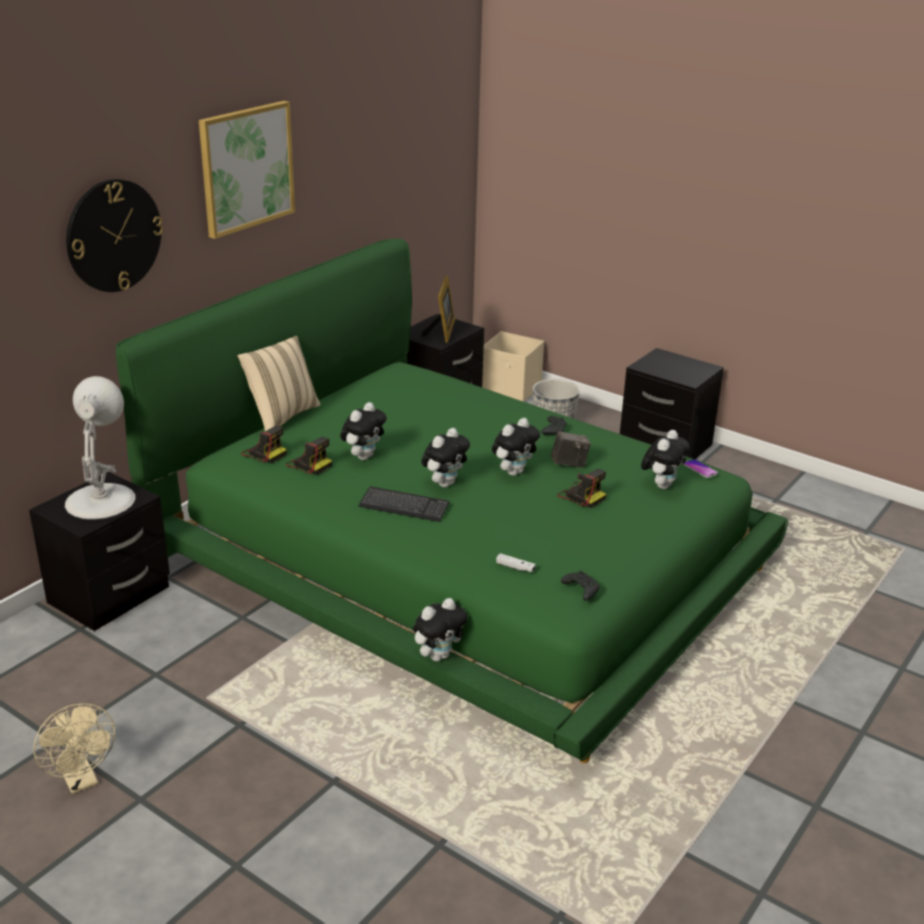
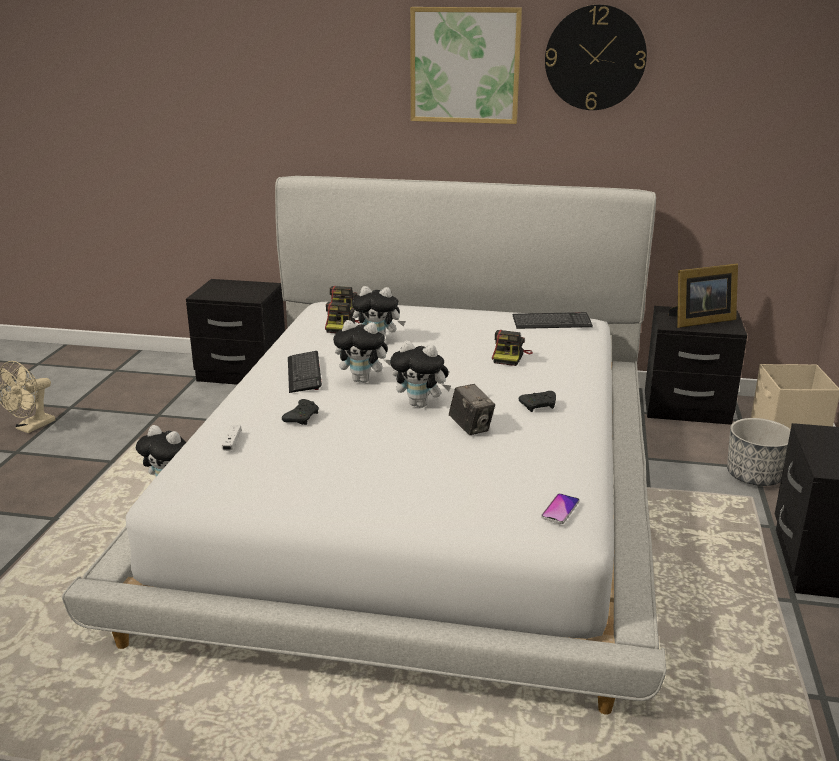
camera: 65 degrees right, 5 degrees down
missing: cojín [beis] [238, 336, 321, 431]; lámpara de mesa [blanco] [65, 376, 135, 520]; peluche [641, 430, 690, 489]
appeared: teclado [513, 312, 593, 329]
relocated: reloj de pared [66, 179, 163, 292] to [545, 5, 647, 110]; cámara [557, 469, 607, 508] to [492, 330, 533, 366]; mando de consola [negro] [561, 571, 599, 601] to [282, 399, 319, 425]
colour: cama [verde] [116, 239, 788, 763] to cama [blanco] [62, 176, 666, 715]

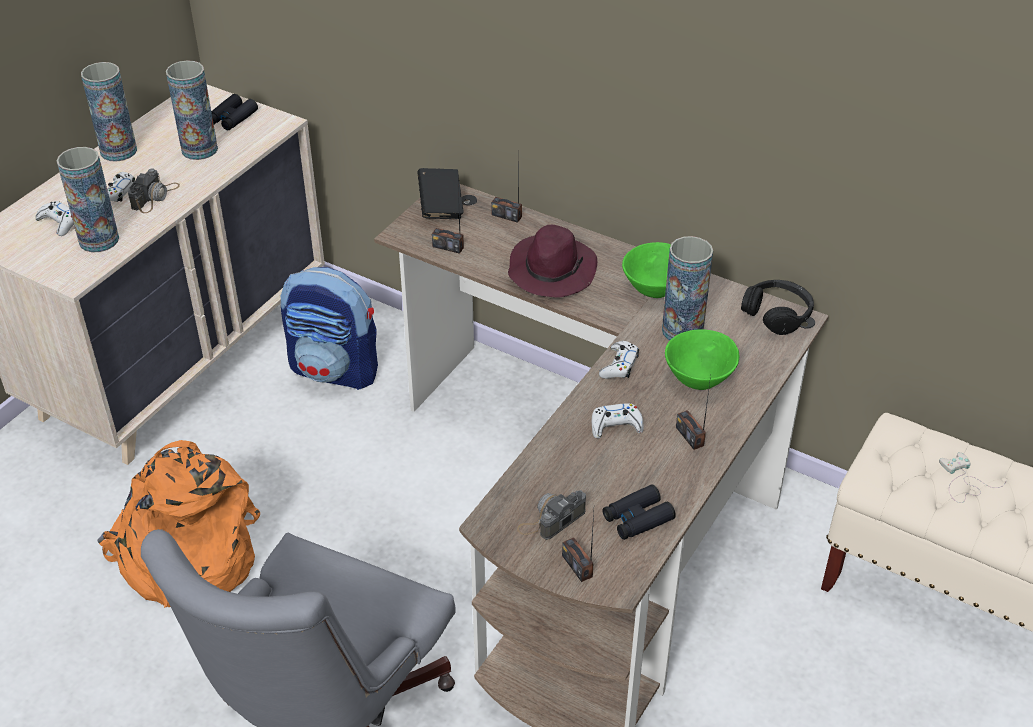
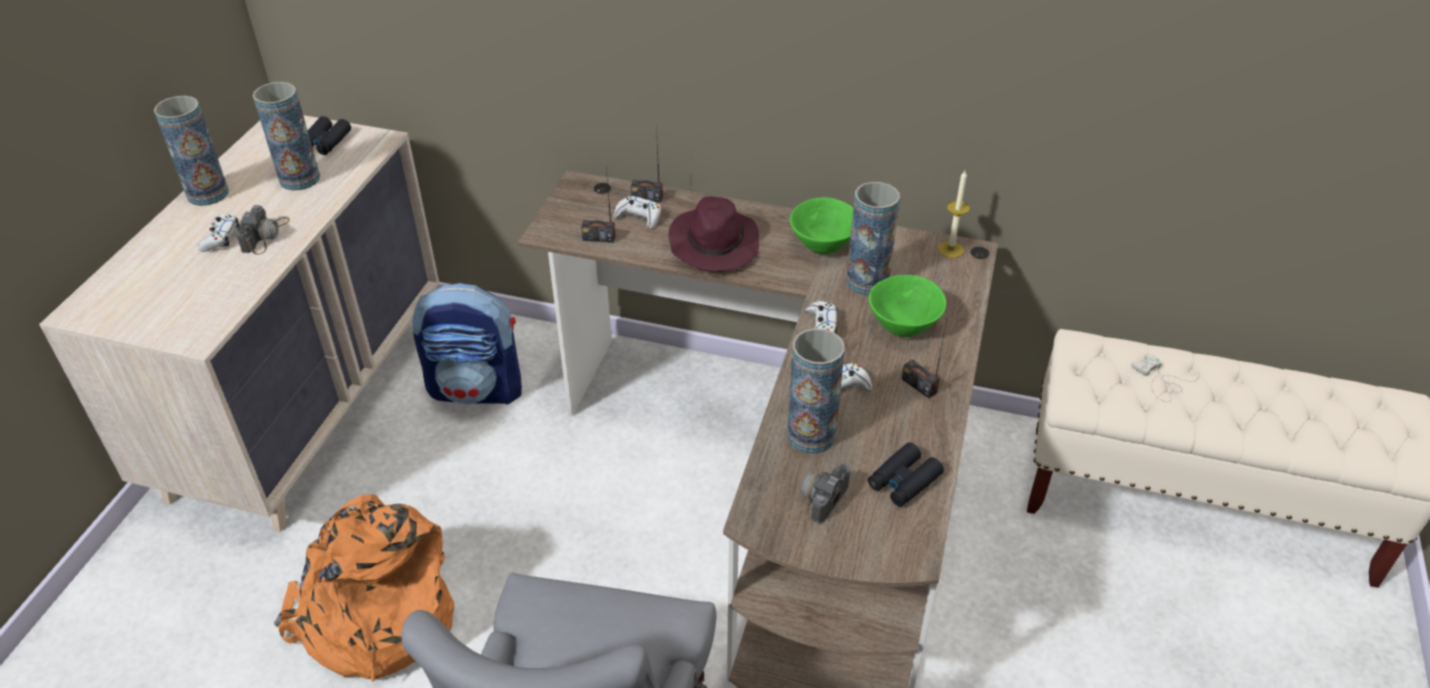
camera: 15 degrees left, 0 degrees up
missing: libro [negro] [417, 168, 464, 219]; radio [562, 513, 594, 582]
relocated: florero [57, 147, 119, 252] to [787, 328, 845, 454]; mando de consola [blanco] [35, 201, 74, 236] to [614, 196, 661, 229]
exchanged: auriculares [negro] [741, 280, 814, 335] to vela [938, 171, 970, 258]

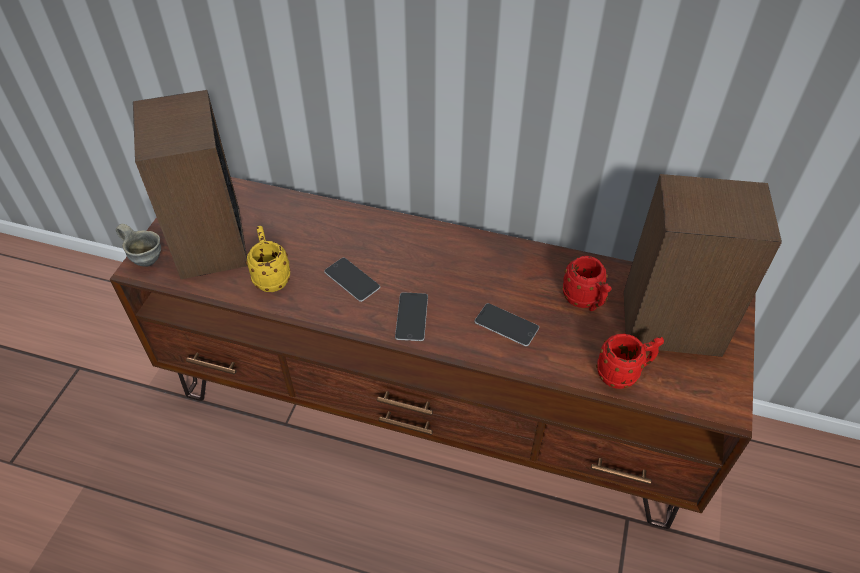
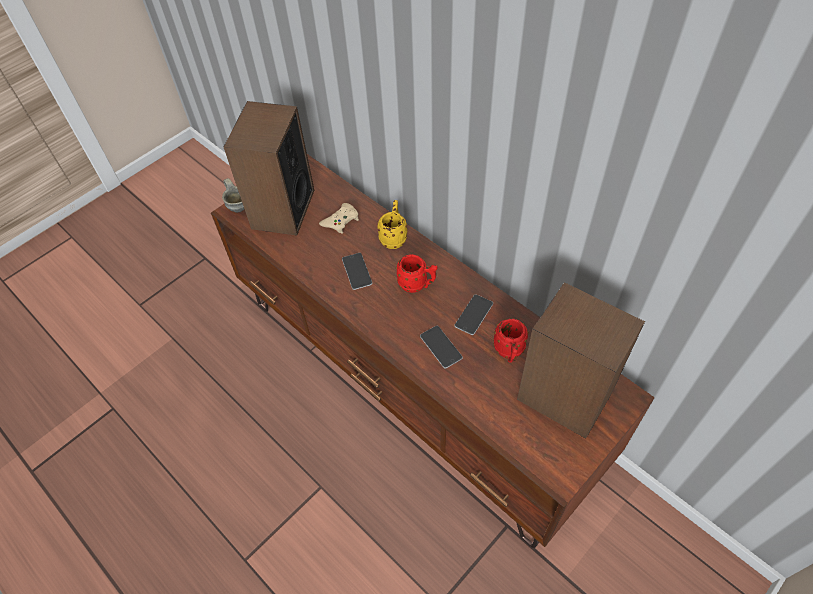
camera: 30 degrees right, 5 degrees up
appeared: mando de consola [beis] [319, 203, 359, 234]
relocated: taza grande [amarillo] [246, 226, 290, 292] to [377, 200, 407, 249]; móvil [395, 292, 428, 341] to [454, 294, 493, 335]; taza grande [rojo] [596, 334, 664, 389] to [396, 254, 438, 293]

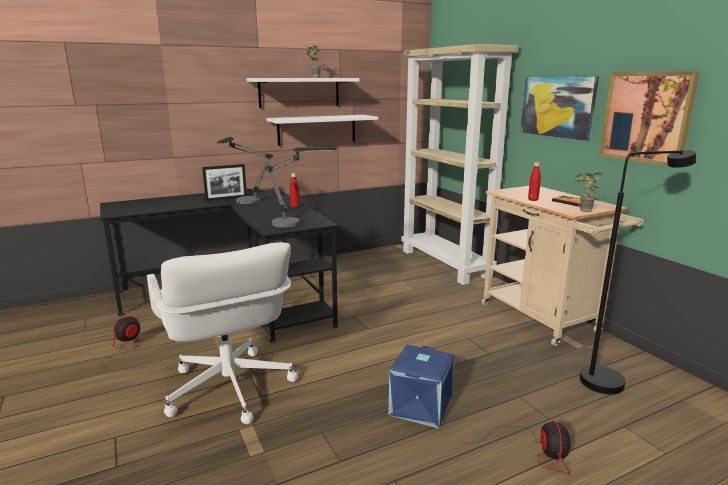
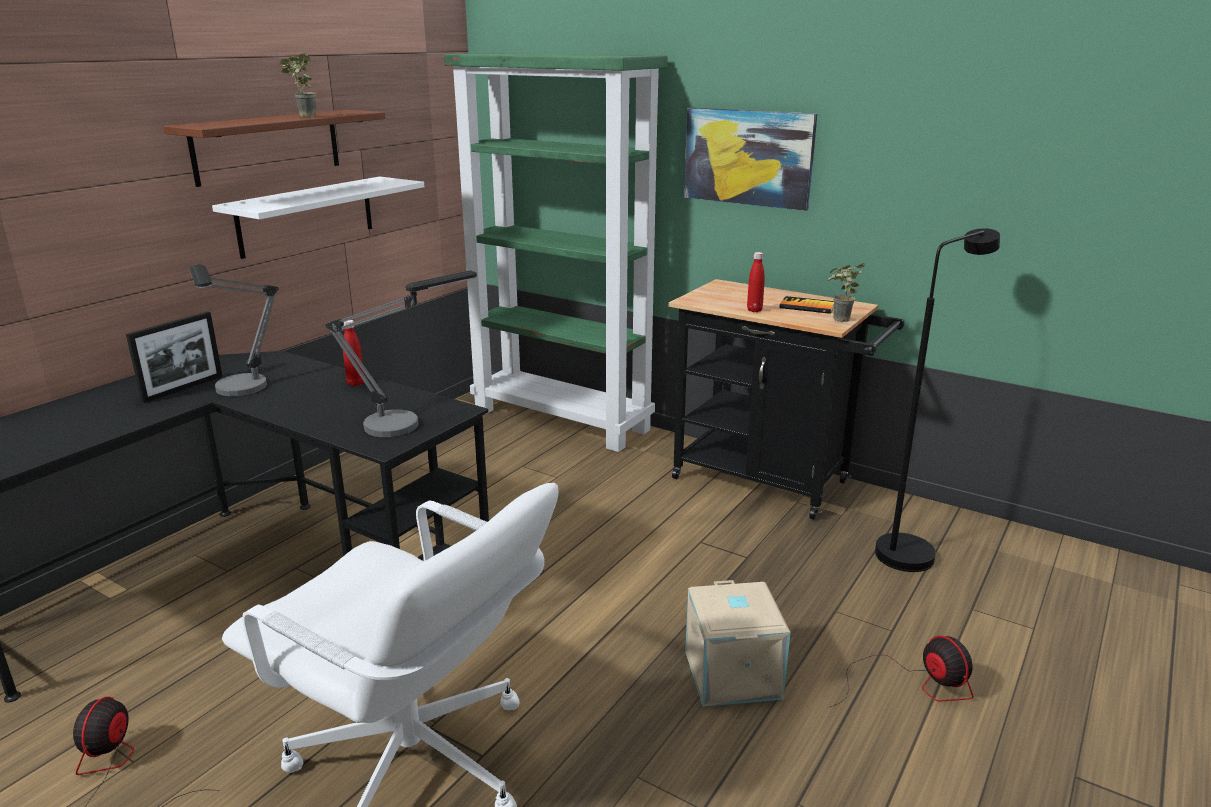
camera: 30 degrees left, 5 degrees up
missing: cuadro [599, 71, 700, 166]
colour: estantería [beis] [401, 44, 519, 285] to estantería [verde] [444, 53, 668, 452]; estante [blanco] [247, 78, 359, 108] to estante [marrón] [163, 110, 385, 187]; carrito [beis] [481, 186, 643, 346] to carrito [negro] [668, 279, 904, 520]; caja de almacenaje [azul] [389, 344, 455, 429] to caja de almacenaje [beis] [685, 580, 790, 707]

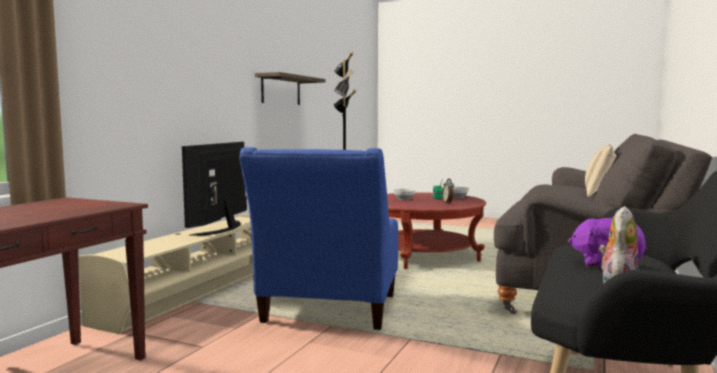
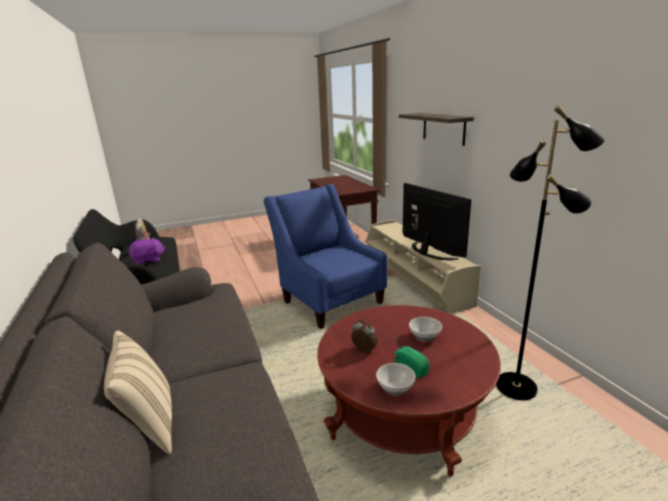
camera: 135 degrees right, 15 degrees up
relocated: estante [255, 72, 326, 105] to [399, 113, 474, 146]

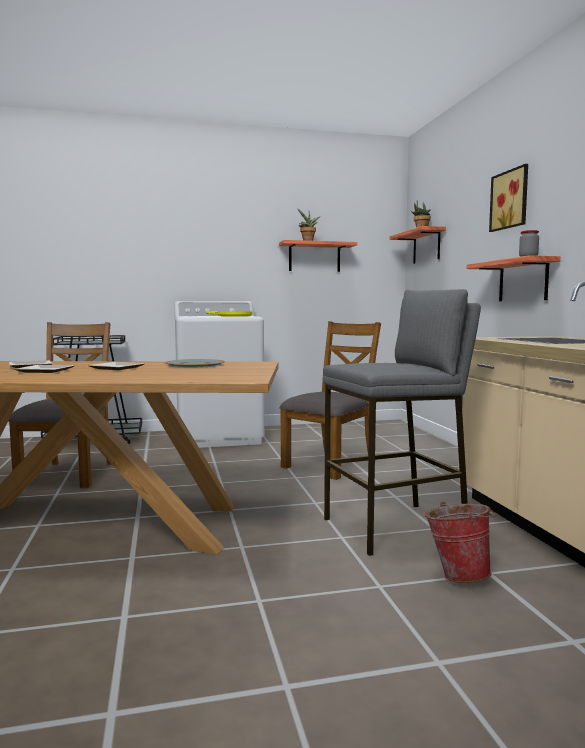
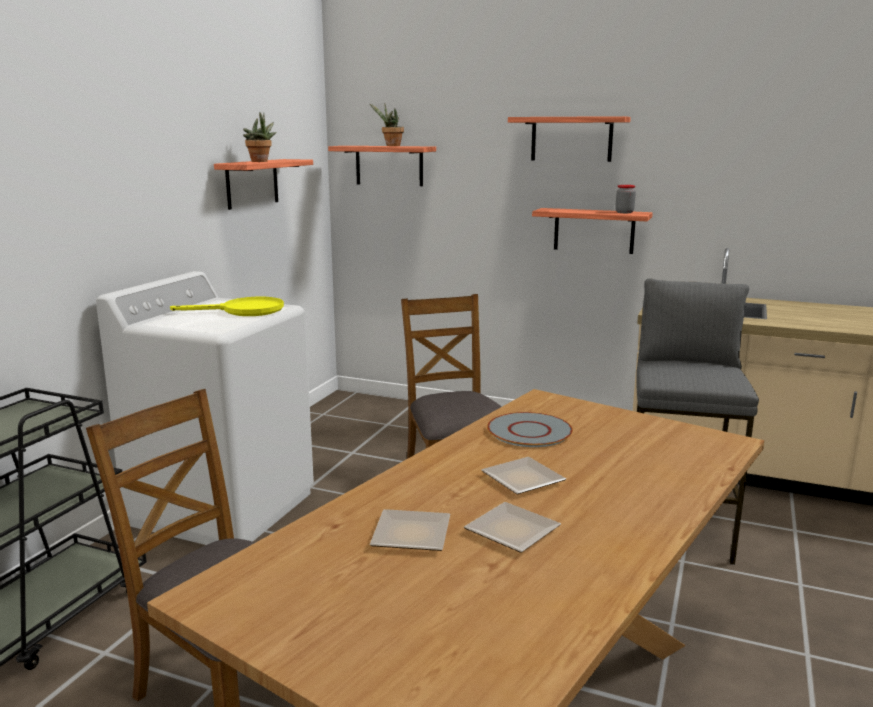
camera: 55 degrees left, 10 degrees up
missing: cubo [425, 502, 496, 583]
exchanged: cuadro [489, 164, 528, 232] to estante [508, 116, 631, 162]

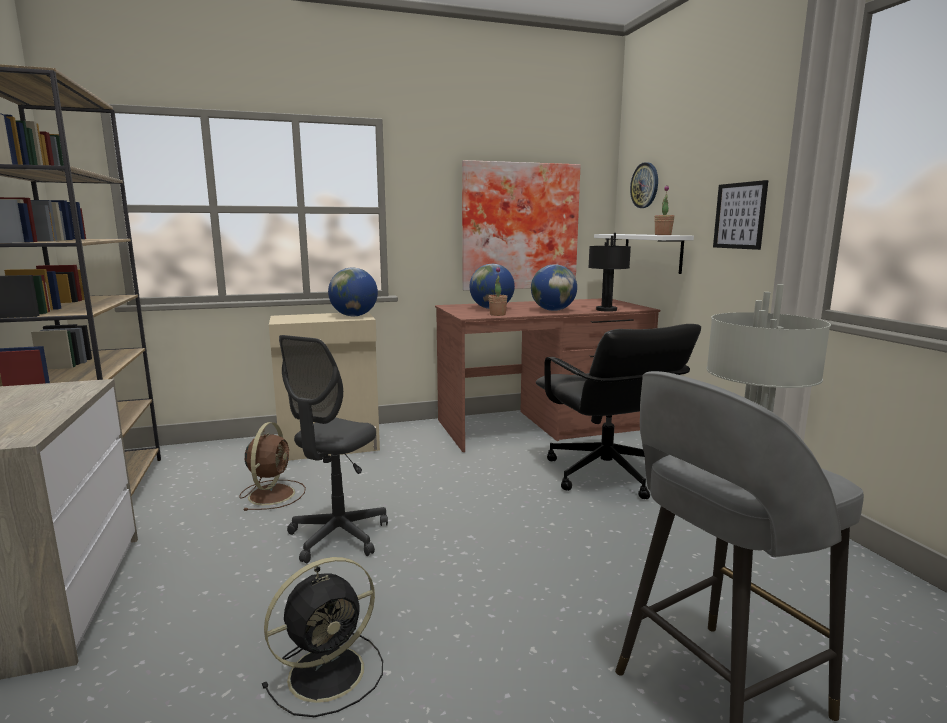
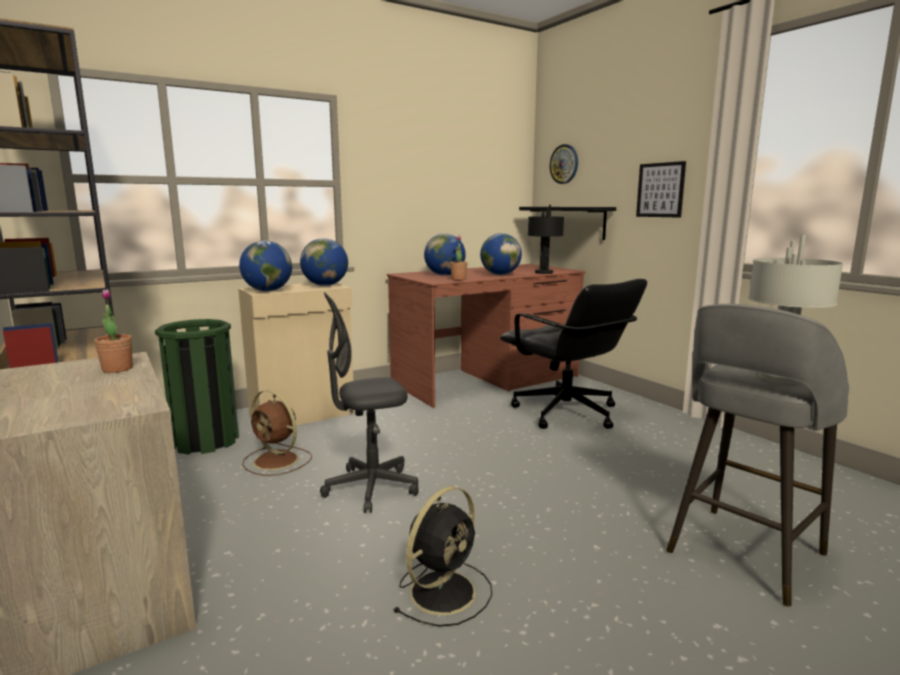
camera: 15 degrees left, 0 degrees up
missing: cuadro [462, 160, 580, 291]
appeared: globo terráqueo [239, 241, 292, 291]; papelera [verde] [155, 319, 239, 455]
relocated: planta en maceta [655, 185, 674, 235] to [95, 289, 133, 373]
colour: estante [blanco] [594, 234, 694, 274] to estante [negro] [519, 207, 616, 240]
spun: silla de oficina [gris] [279, 335, 388, 563] = [320, 292, 419, 513] 60 degrees clockwise; ventilador [marrón] [240, 422, 306, 511] = [242, 390, 312, 476] 135 degrees clockwise

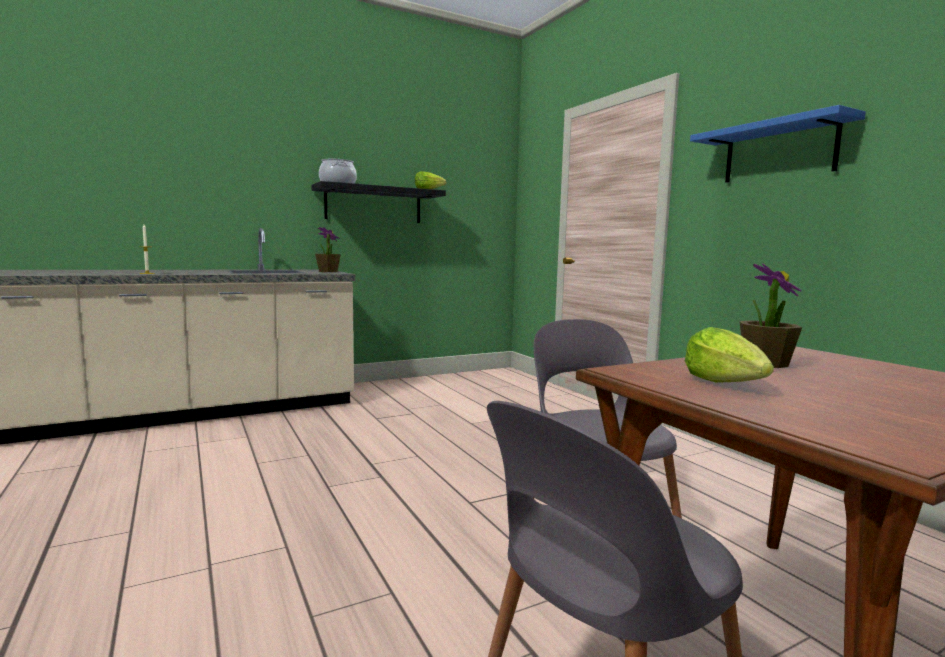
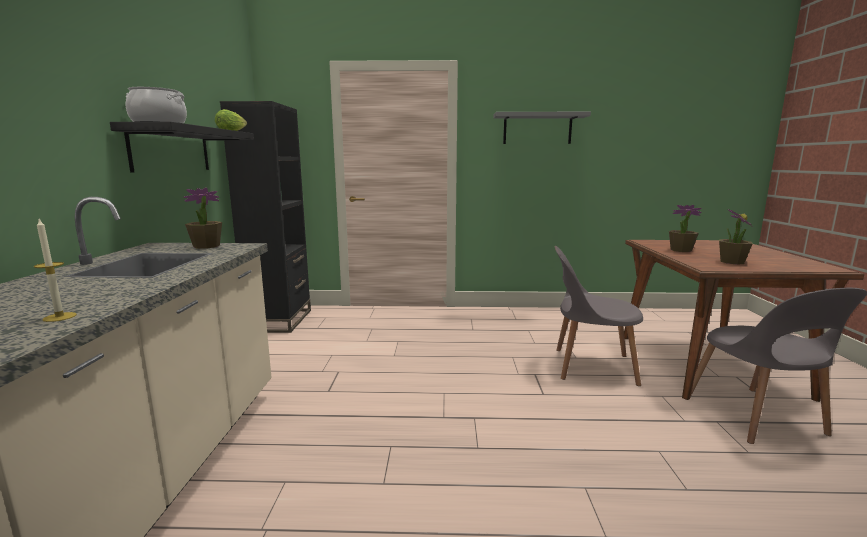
camera: 60 degrees left, 5 degrees up
appeared: estantería [negro] [220, 101, 311, 333]
exchanged: lechuga [685, 327, 774, 383] to planta en maceta [719, 210, 753, 265]
colour: estante [azul] [690, 105, 866, 183] to estante [gris] [494, 112, 591, 144]

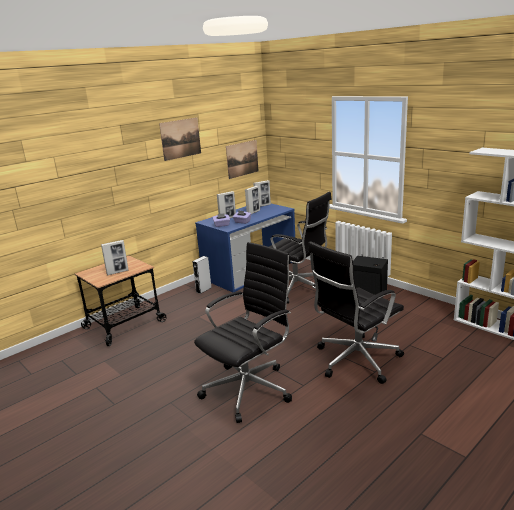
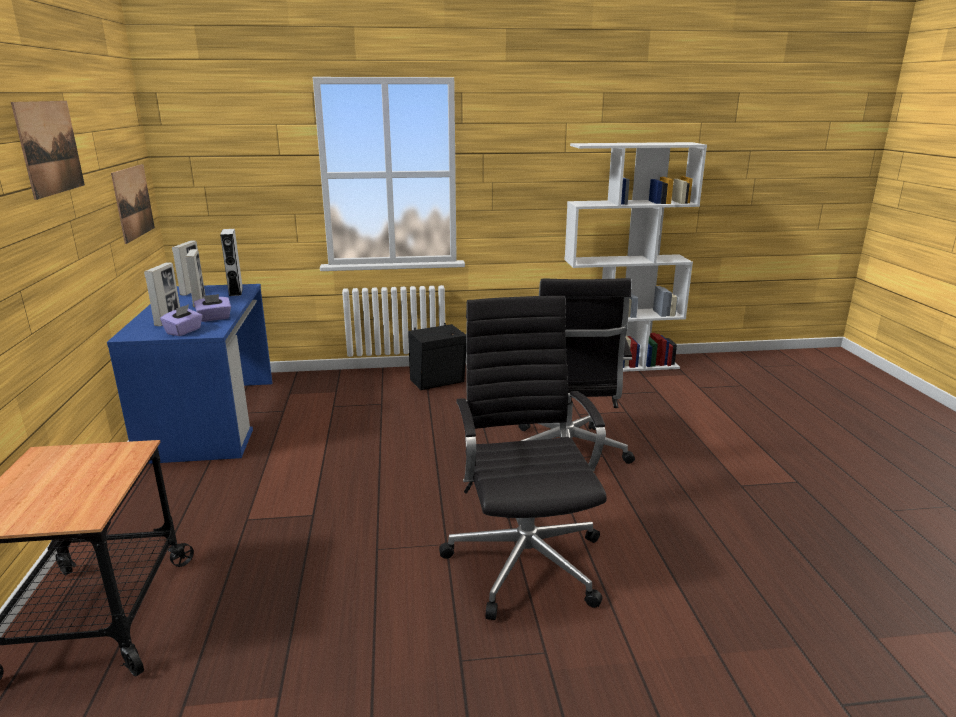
camera: 55 degrees left, 0 degrees up
missing: silla de oficina [negro] [269, 192, 332, 304]; portarretratos [101, 240, 129, 276]
relocated: altavoz [gris] [192, 256, 211, 294] to [220, 229, 243, 296]

